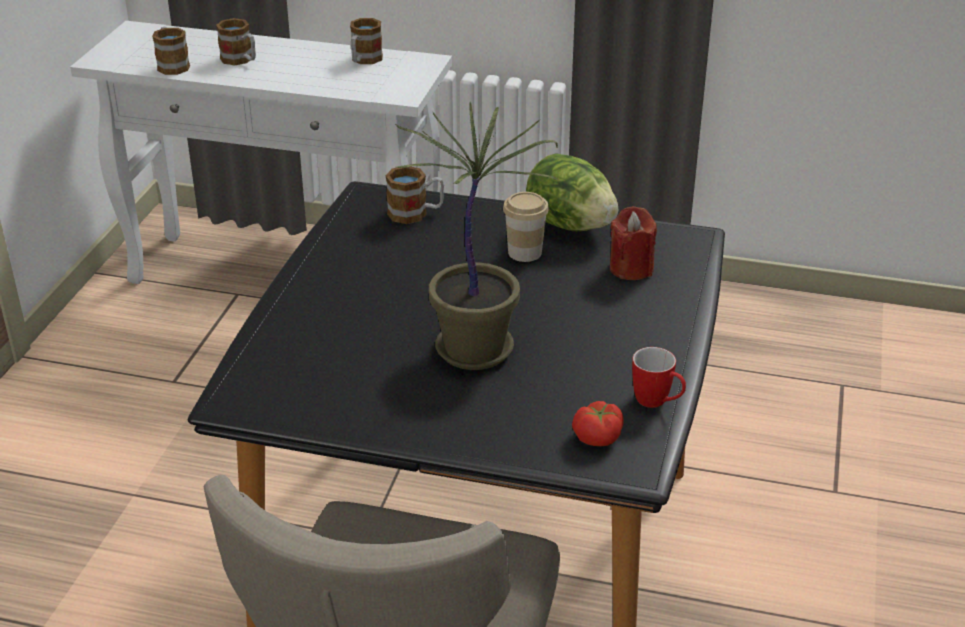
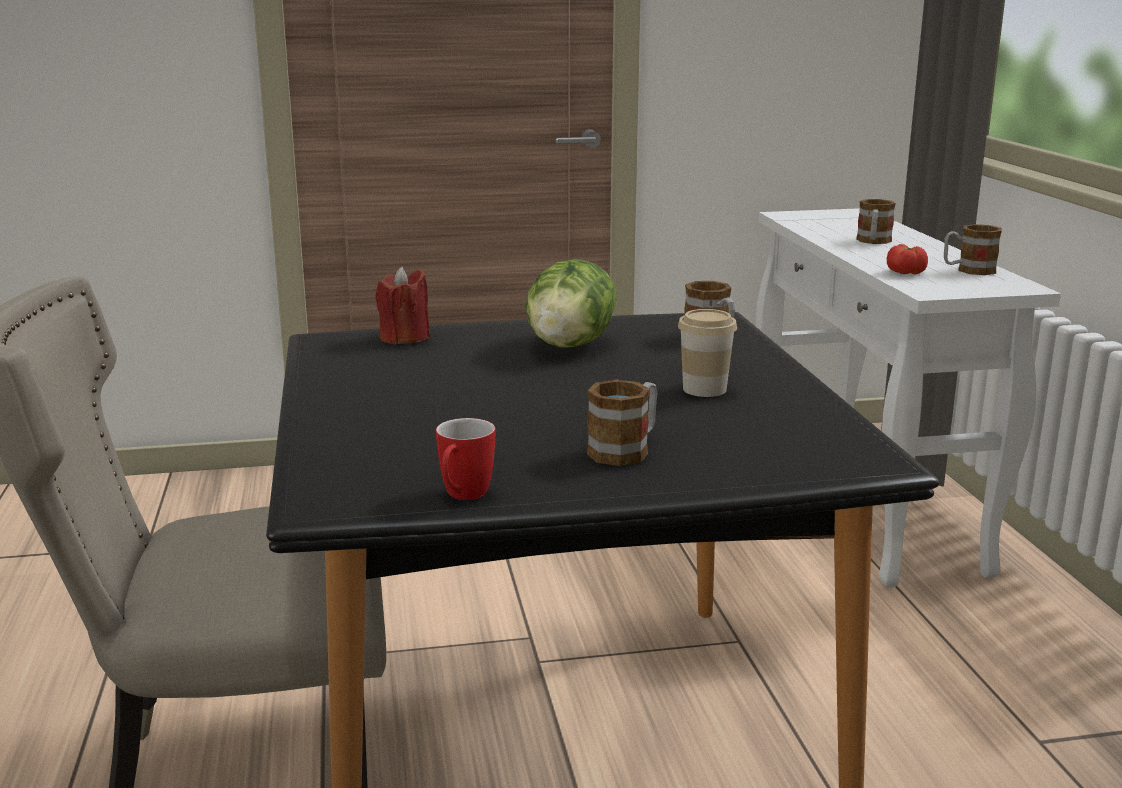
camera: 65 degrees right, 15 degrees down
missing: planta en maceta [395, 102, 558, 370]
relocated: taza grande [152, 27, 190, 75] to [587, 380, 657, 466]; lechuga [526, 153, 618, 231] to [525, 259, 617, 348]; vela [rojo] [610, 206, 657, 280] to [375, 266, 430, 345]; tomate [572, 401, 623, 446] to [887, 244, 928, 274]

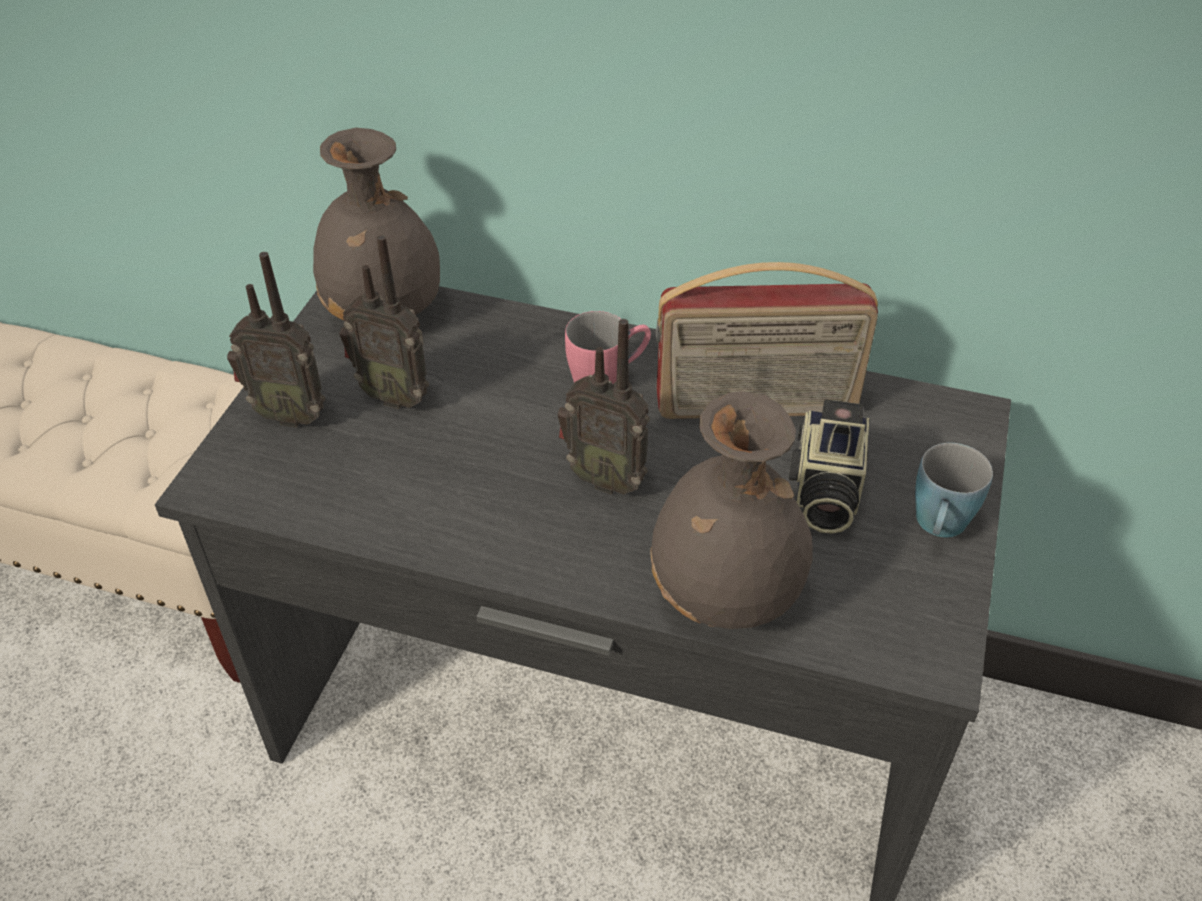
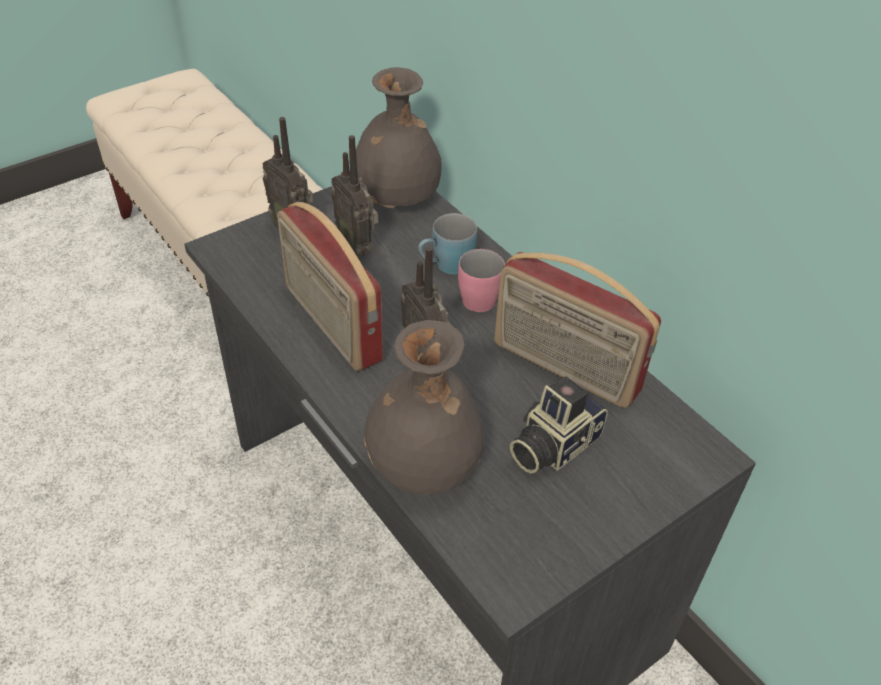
camera: 35 degrees right, 0 degrees up
appeared: radio [277, 202, 383, 371]
relocated: taza grande [azul] [915, 443, 993, 538] to [418, 213, 477, 274]

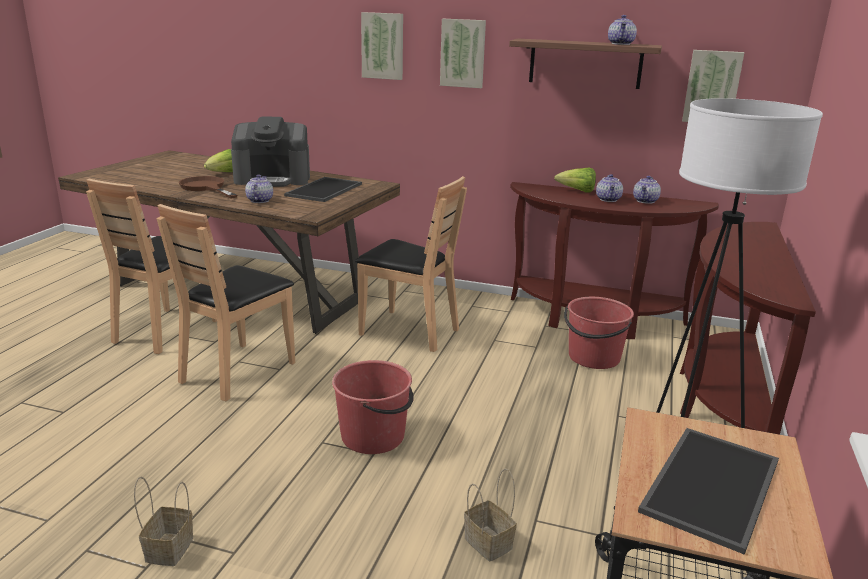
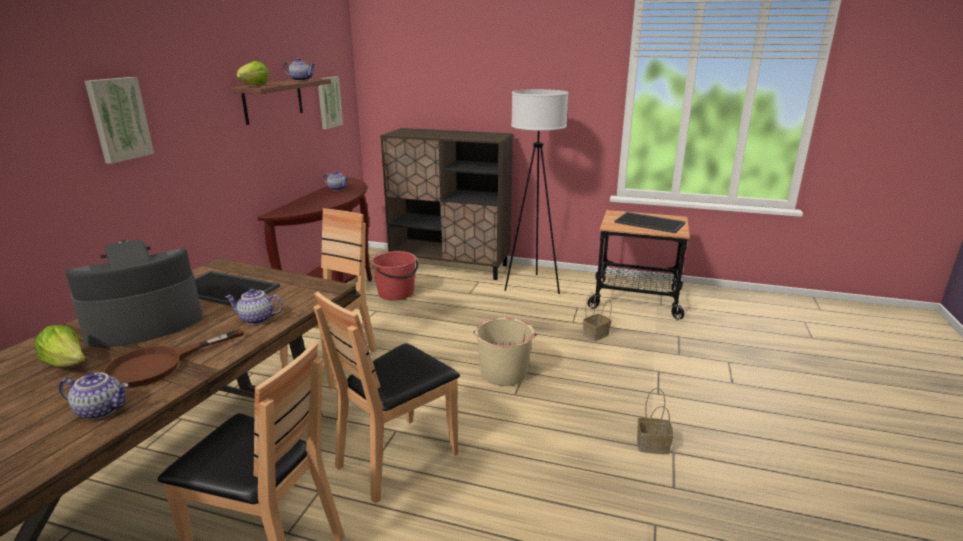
camera: 90 degrees left, 0 degrees up
missing: cuadro [440, 19, 486, 88]
relocated: lechuga [554, 168, 596, 192] to [237, 61, 269, 86]; tetera [596, 174, 623, 202] to [59, 372, 128, 420]
exchanged: mesa consola [marrón] [680, 222, 816, 435] to armario [marrón] [380, 128, 513, 280]
colour: cubo [rojo] [332, 360, 414, 454] to cubo [beis] [474, 318, 536, 386]
spun: cafetera [231, 116, 310, 187] = [66, 240, 202, 348] 120 degrees counterclockwise; silla [marrón] [157, 204, 295, 401] = [313, 292, 460, 503] 105 degrees clockwise

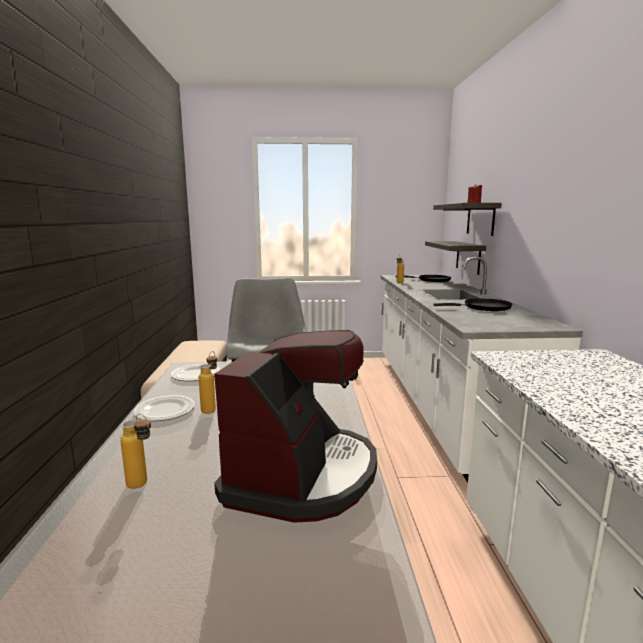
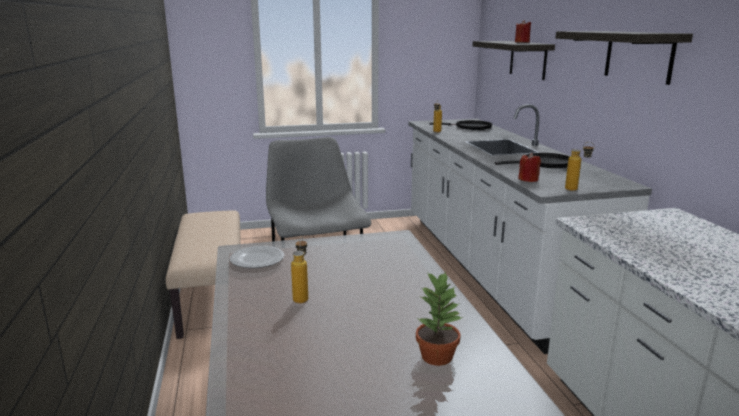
camera: 10 degrees left, 5 degrees up
missing: plato [133, 395, 195, 421]
appeared: vela [rojo] [518, 153, 541, 182]
relocated: estante [425, 241, 486, 275] to [556, 31, 693, 85]; botella [120, 414, 151, 489] to [565, 142, 595, 191]
exchanged: cafetera [214, 330, 377, 523] to planta en maceta [416, 271, 463, 366]

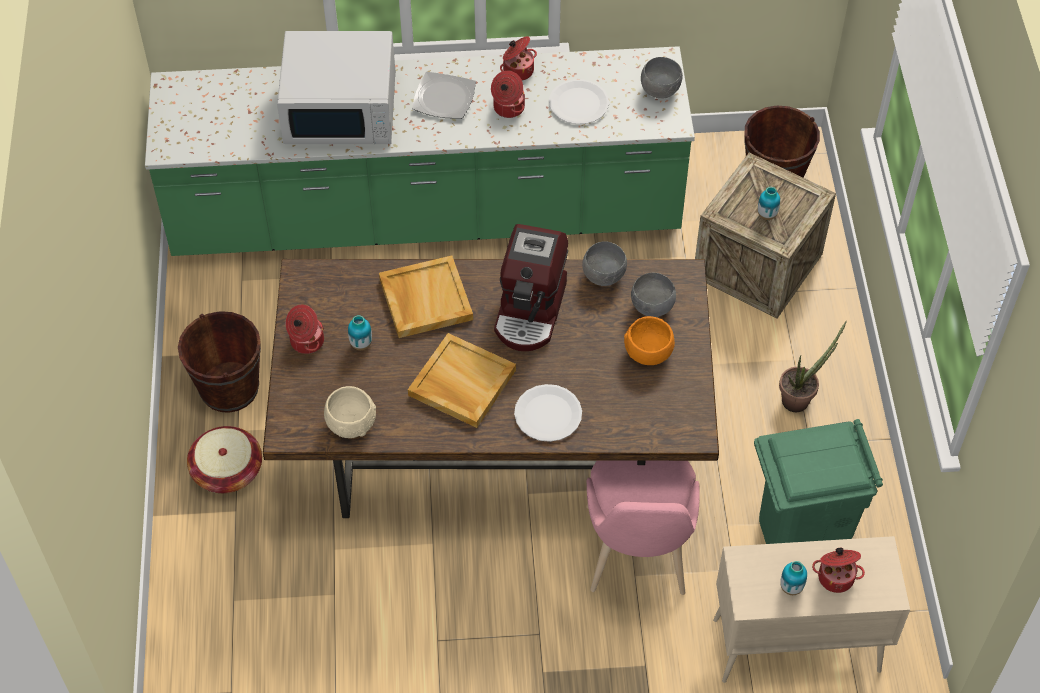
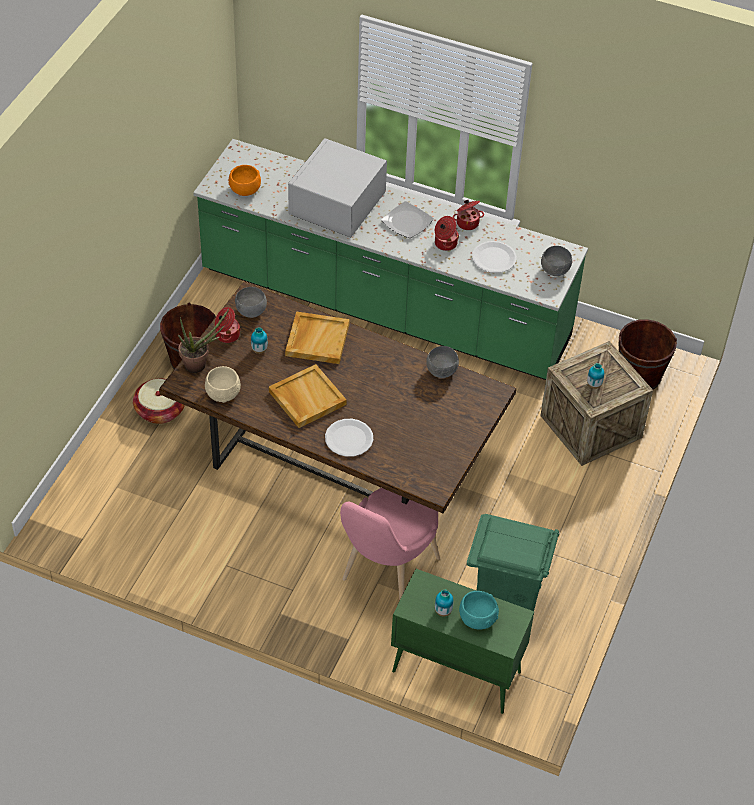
camera: 25 degrees right, 5 degrees down
missing: cafetera [494, 224, 568, 351]
relocated: cuenco [gris] [631, 273, 676, 317] to [235, 287, 267, 318]; cuenco [naranja] [624, 316, 675, 365] to [229, 165, 261, 196]; planta en maceta [779, 321, 847, 412] to [178, 309, 229, 373]
exchanged: olla [812, 548, 865, 593] to cuenco [turquesa] [459, 591, 499, 630]
colour: armario [beis] [713, 536, 910, 683] to armario [verde] [391, 569, 534, 714]
spun: microondas [blanco] [277, 31, 395, 144] = [288, 138, 387, 237] 90 degrees clockwise

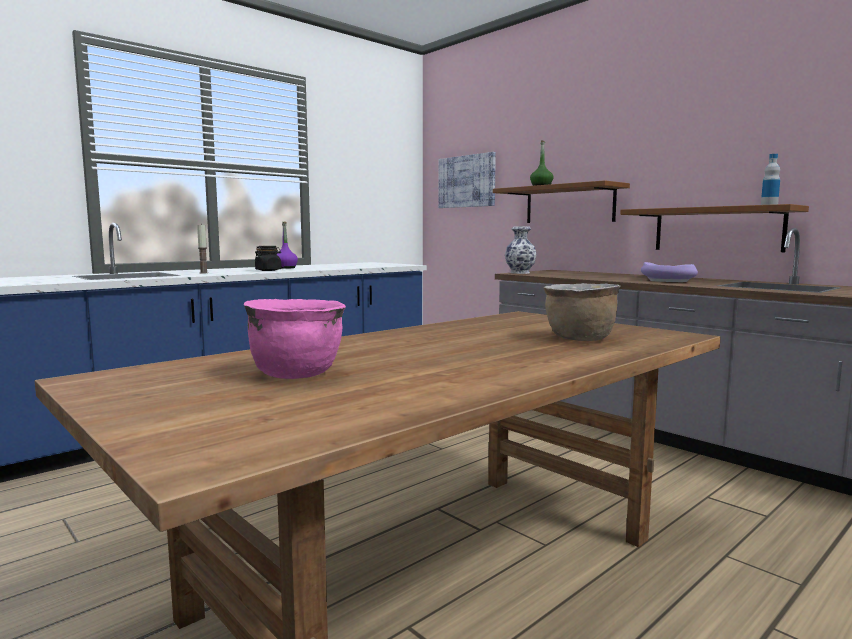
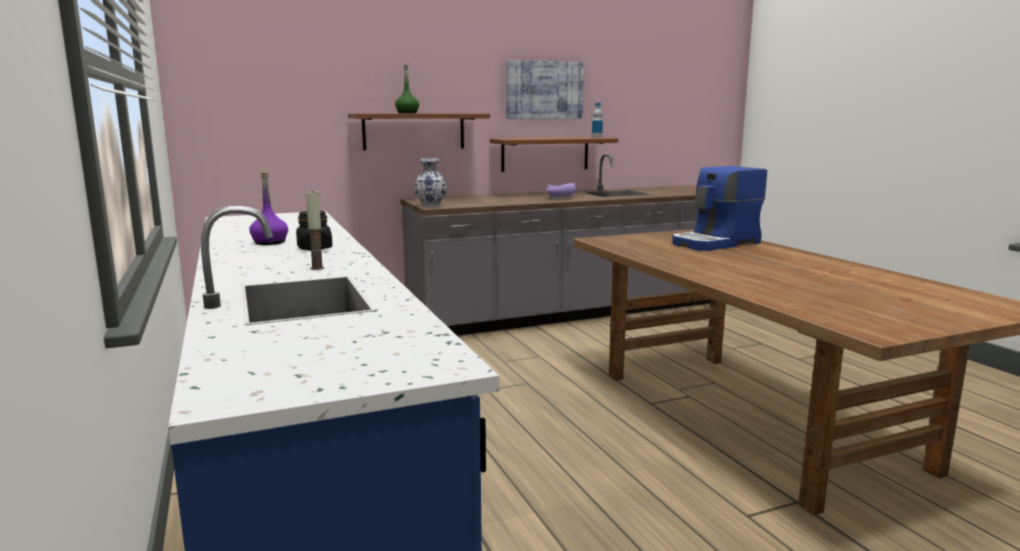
camera: 70 degrees left, 5 degrees up
missing: olla [rosa] [244, 299, 346, 379]
relocated: cuadro [438, 152, 496, 208] to [506, 60, 584, 119]
exchanged: olla [marrón] [544, 283, 620, 341] to cafetera [672, 166, 767, 251]

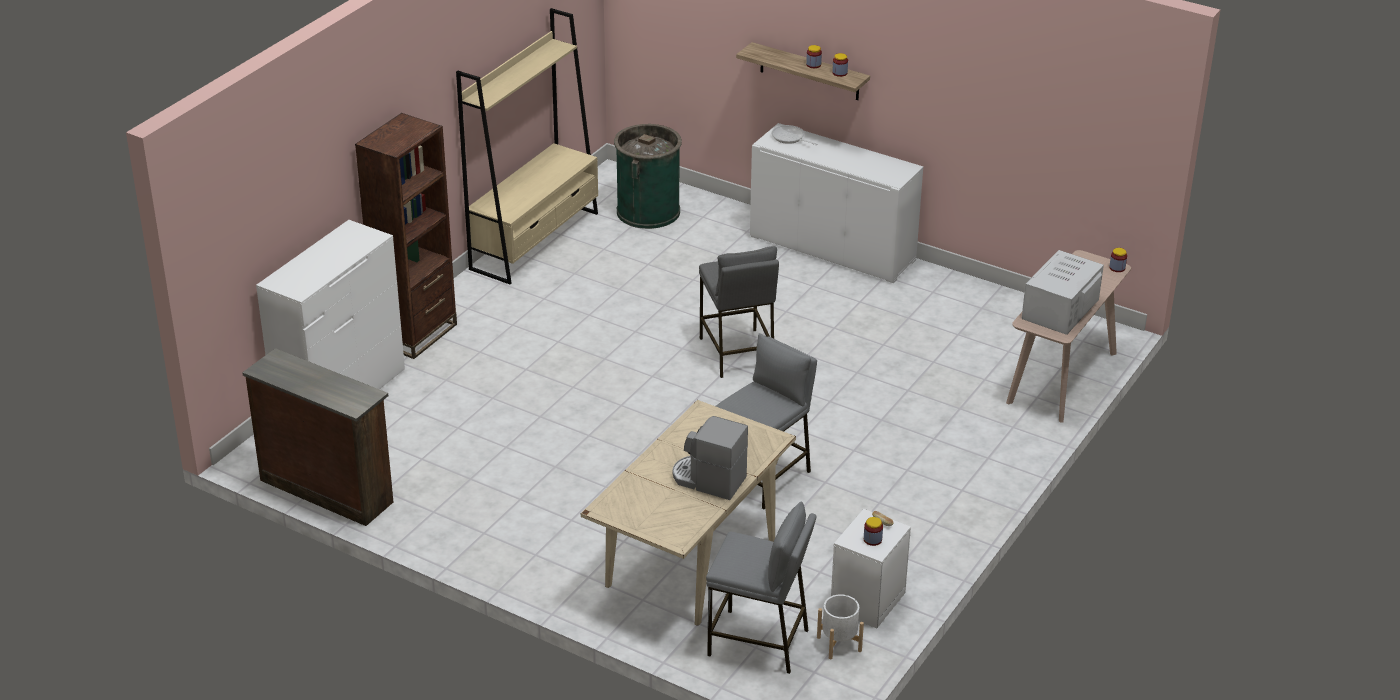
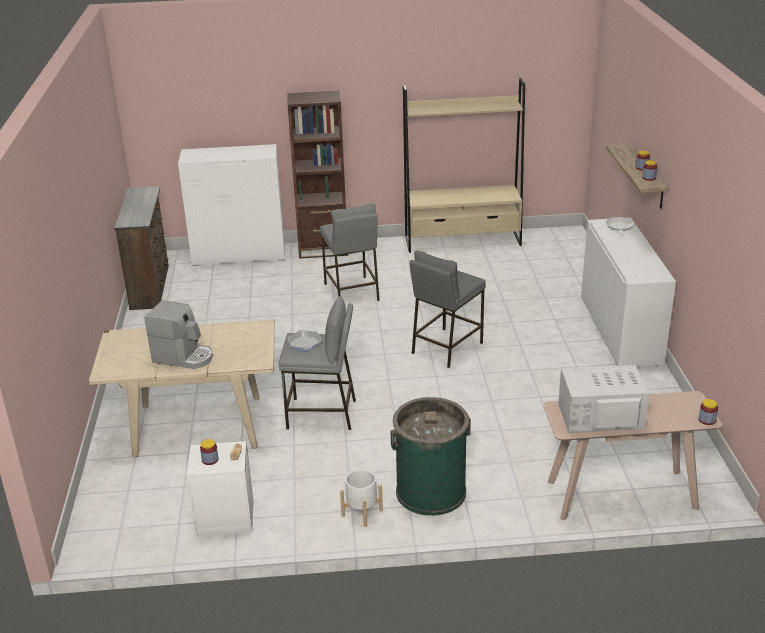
camera: 55 degrees right, 5 degrees down
appeared: sartén [288, 330, 321, 351]
relocated: papelera [verde] [614, 124, 682, 229] to [391, 397, 471, 516]; taburete [gris] [706, 502, 816, 674] to [320, 203, 380, 301]; maceta [blanco] [817, 594, 864, 659] to [340, 469, 383, 527]
spun: cafetera [673, 416, 748, 500] = [144, 300, 213, 369] 120 degrees clockwise

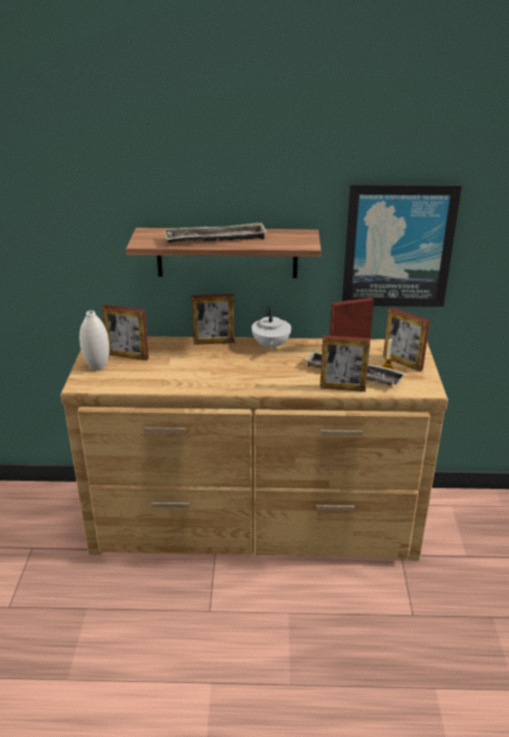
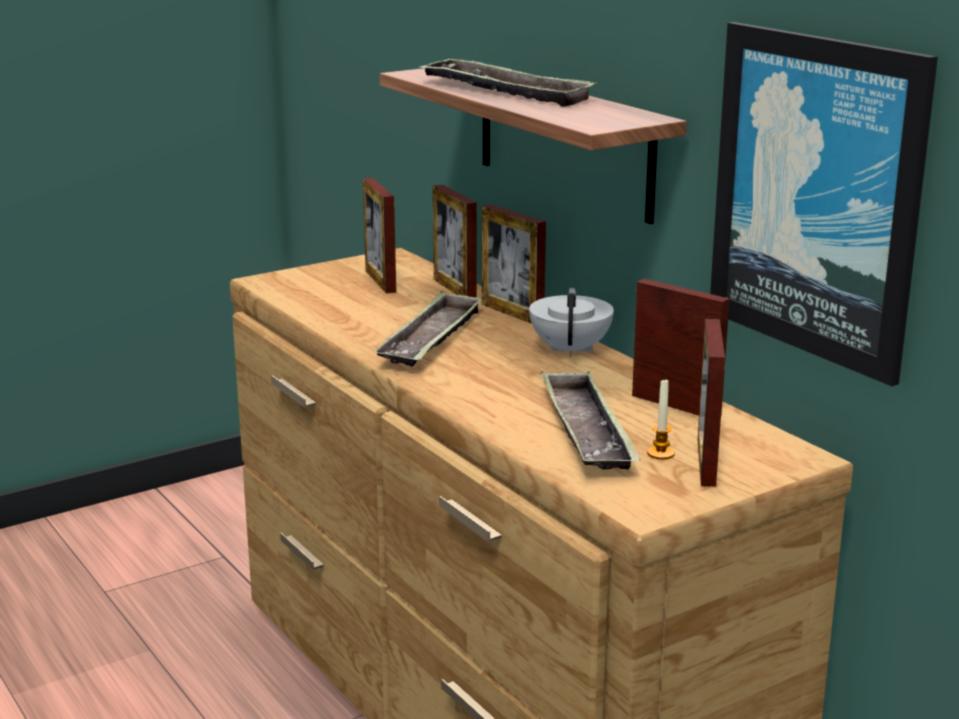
camera: 55 degrees right, 10 degrees down
missing: florero [blanco] [79, 310, 109, 371]
appeared: bandeja [374, 291, 482, 367]
relocated: portarretratos [320, 335, 370, 392] to [433, 185, 477, 298]
spun: tetera [blanco] [252, 305, 291, 351] = [529, 288, 614, 357] 135 degrees clockwise

